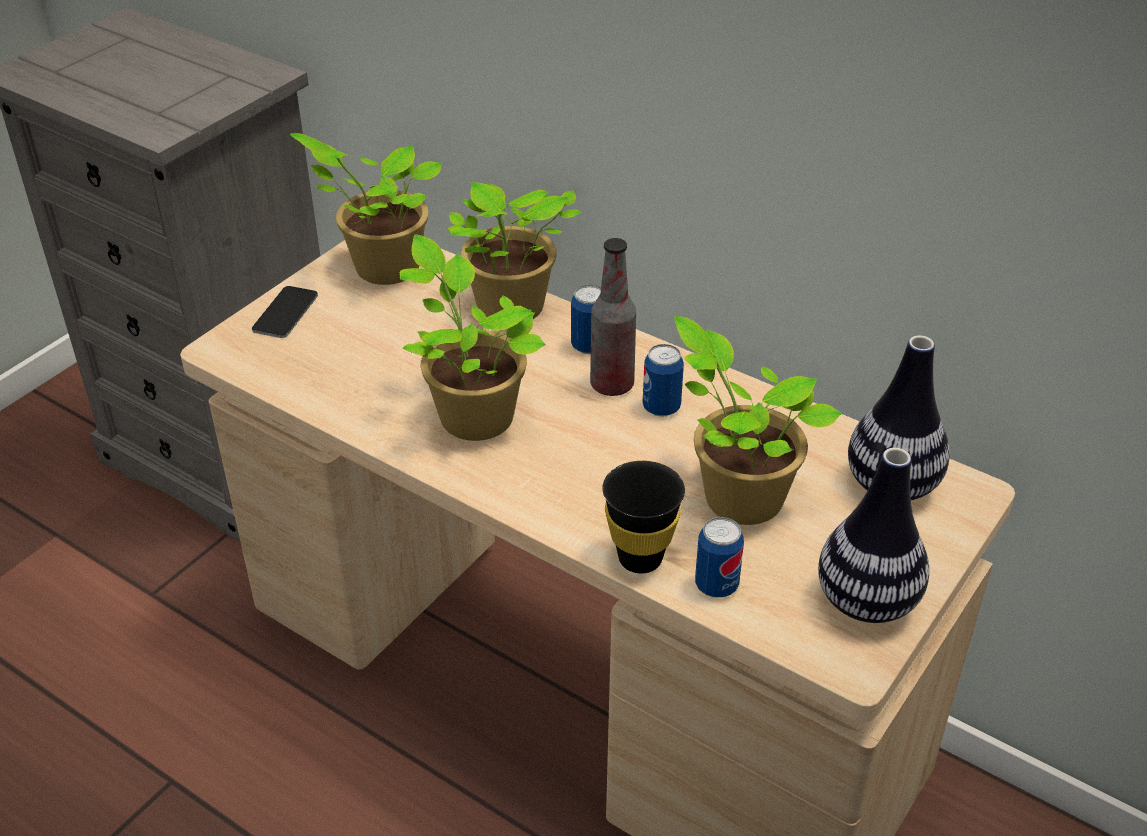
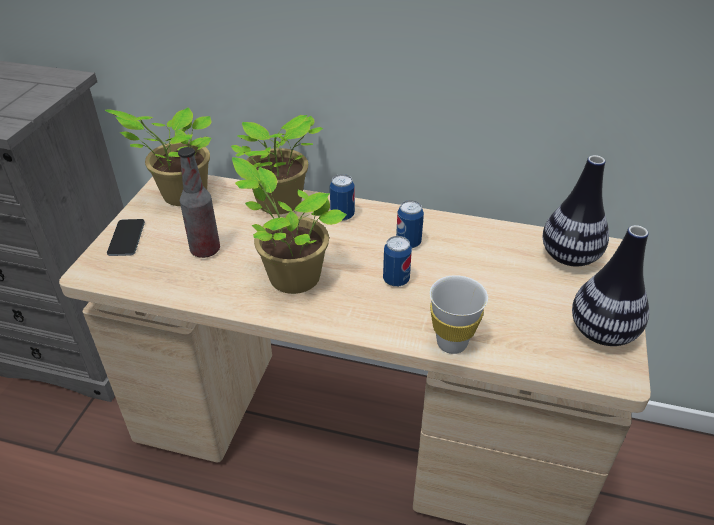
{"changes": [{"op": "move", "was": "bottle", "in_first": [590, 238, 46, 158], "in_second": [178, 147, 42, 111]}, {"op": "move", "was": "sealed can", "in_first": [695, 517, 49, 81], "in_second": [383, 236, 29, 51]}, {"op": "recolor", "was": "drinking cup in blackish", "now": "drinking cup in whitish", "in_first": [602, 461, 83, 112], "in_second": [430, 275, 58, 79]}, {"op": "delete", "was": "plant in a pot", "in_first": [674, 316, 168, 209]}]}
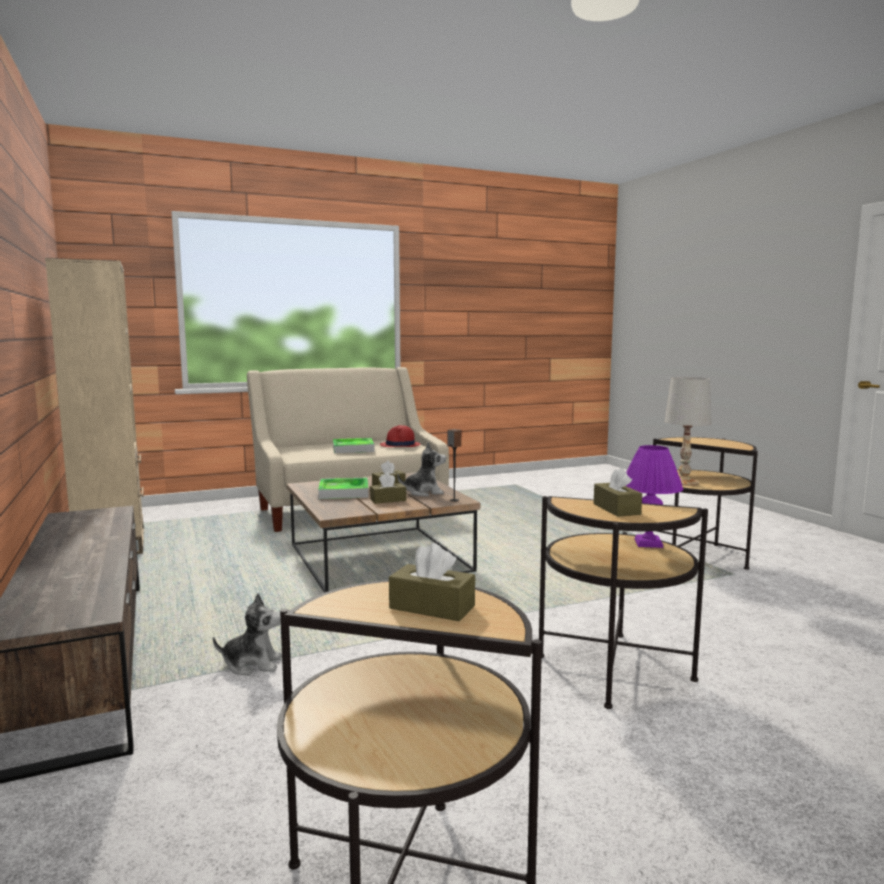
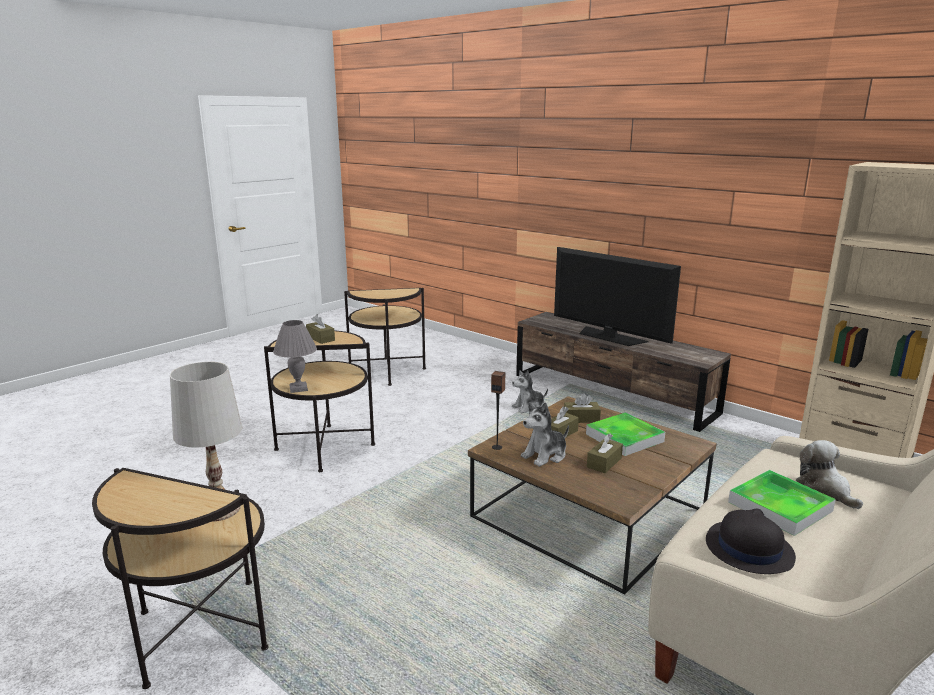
{"changes": [{"op": "recolor", "was": "table lamp in purple-coloured", "now": "table lamp in greyish", "in_first": [626, 445, 57, 103], "in_second": [273, 320, 44, 73]}, {"op": "insert", "now": "television", "in_second": [554, 247, 127, 99]}, {"op": "move", "was": "tissue box in brownish", "in_first": [389, 543, 86, 78], "in_second": [564, 393, 37, 30]}, {"op": "recolor", "was": "clothing hat in red", "now": "clothing hat in blackish", "in_first": [380, 425, 40, 22], "in_second": [706, 509, 90, 65]}, {"op": "insert", "now": "soft toy", "in_second": [796, 440, 67, 69]}]}
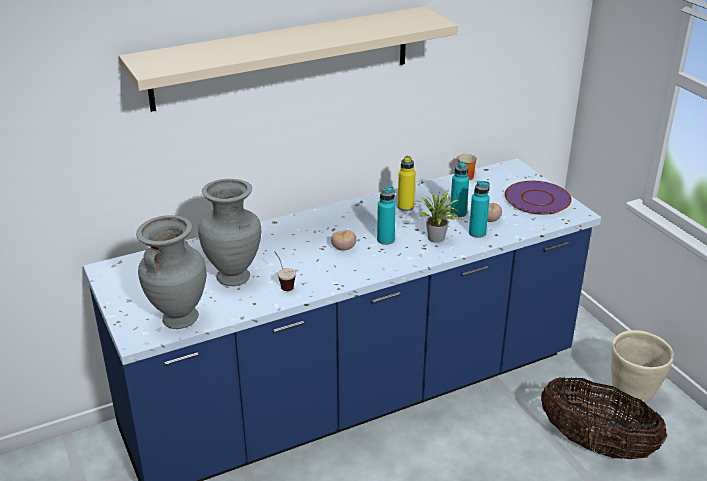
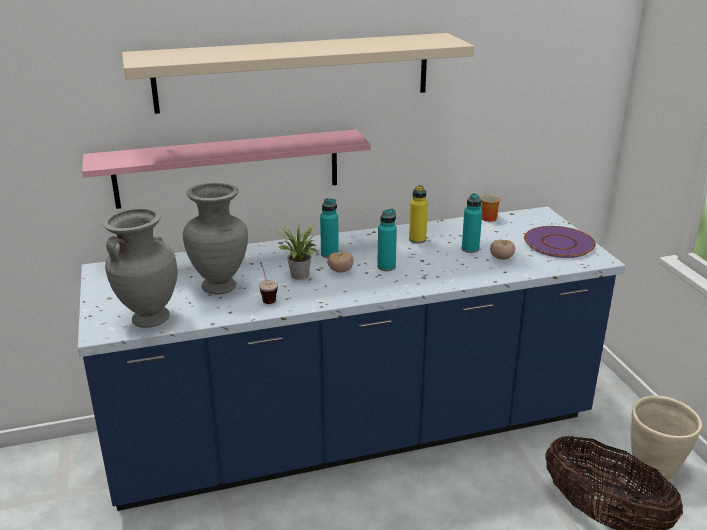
{"changes": [{"op": "insert", "now": "wall shelf in pinkish", "in_second": [82, 129, 289, 80]}, {"op": "move", "was": "plant in a pot", "in_first": [419, 190, 40, 53], "in_second": [272, 224, 46, 56]}, {"op": "move", "was": "bottle in blue-green", "in_first": [469, 181, 21, 57], "in_second": [320, 198, 19, 60]}]}
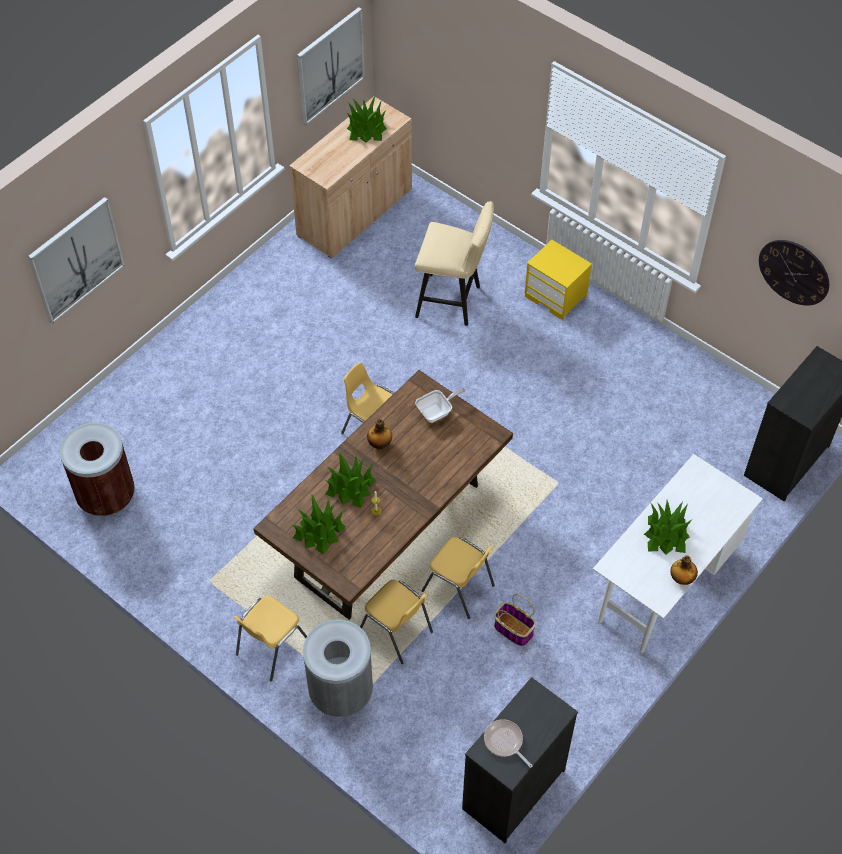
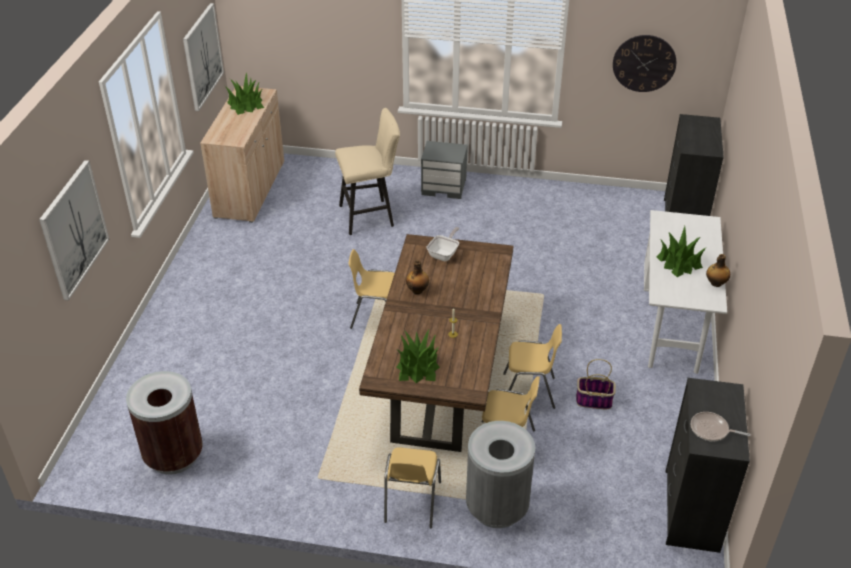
{"changes": [{"op": "recolor", "was": "bedside table in yellow-coloured", "now": "bedside table in greyish", "in_first": [525, 240, 67, 80], "in_second": [421, 141, 47, 58]}, {"op": "delete", "was": "plant in a pot", "in_first": [325, 453, 51, 55]}]}
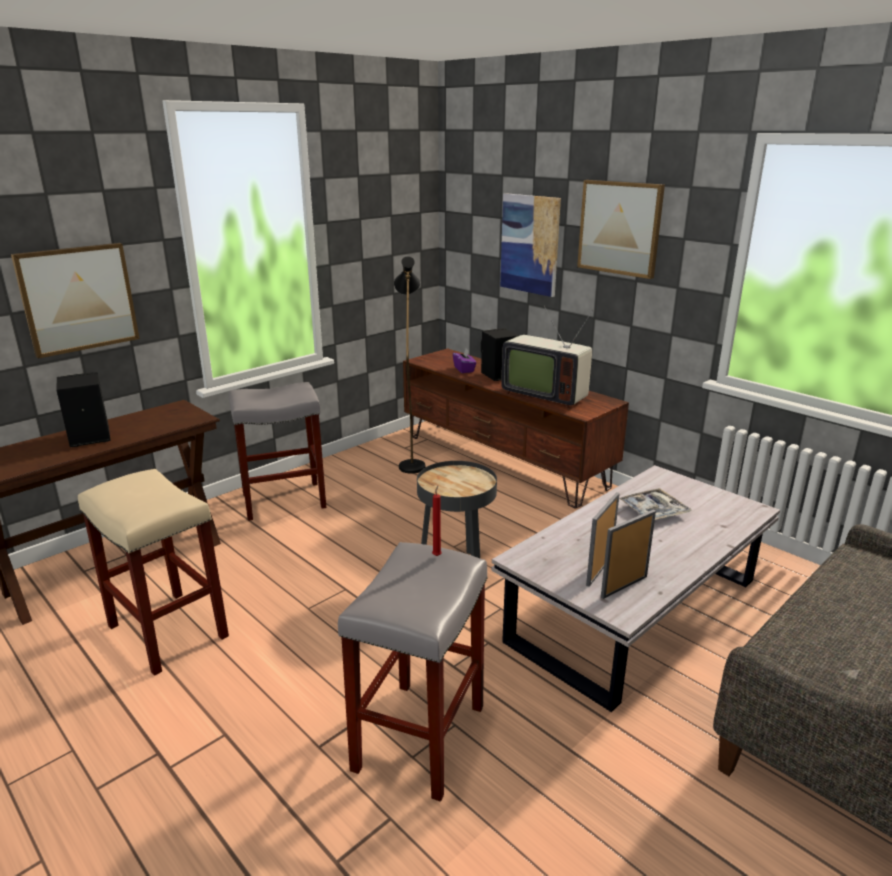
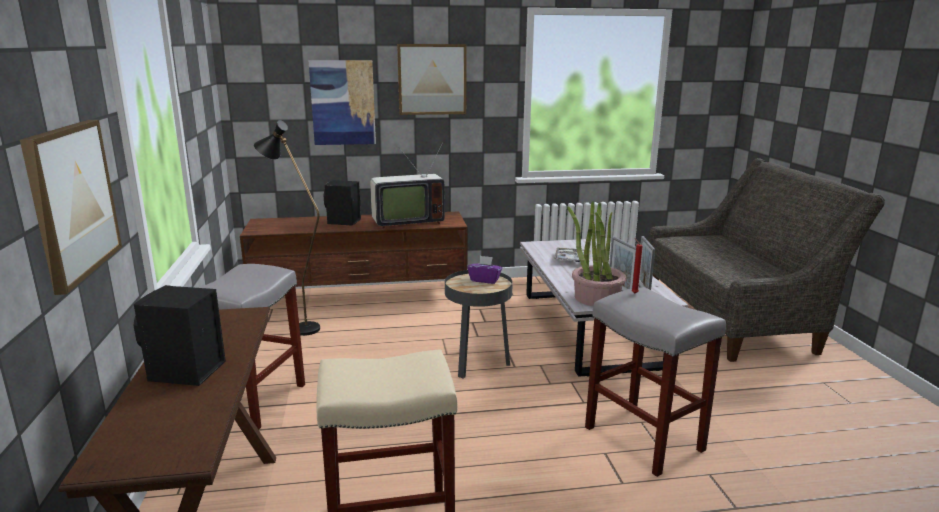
{"changes": [{"op": "move", "was": "tissue box in purple-coloured", "in_first": [453, 349, 23, 24], "in_second": [467, 256, 35, 28]}, {"op": "insert", "now": "plant in a pot", "in_second": [567, 201, 59, 105]}]}
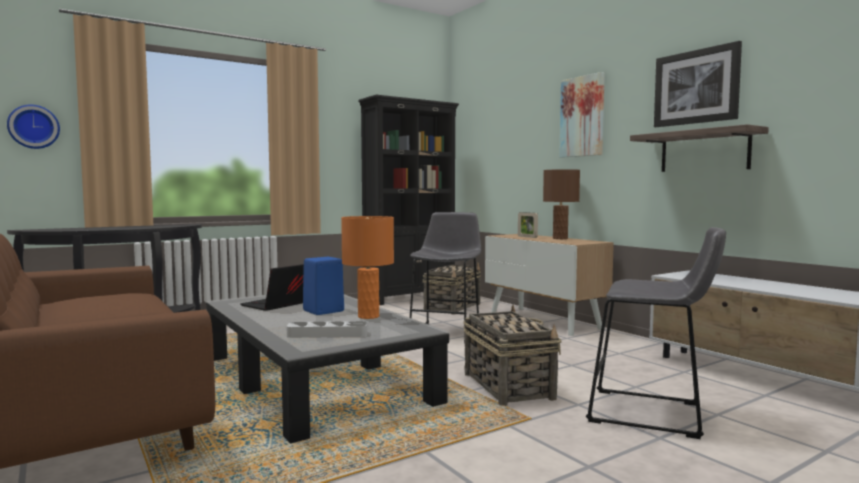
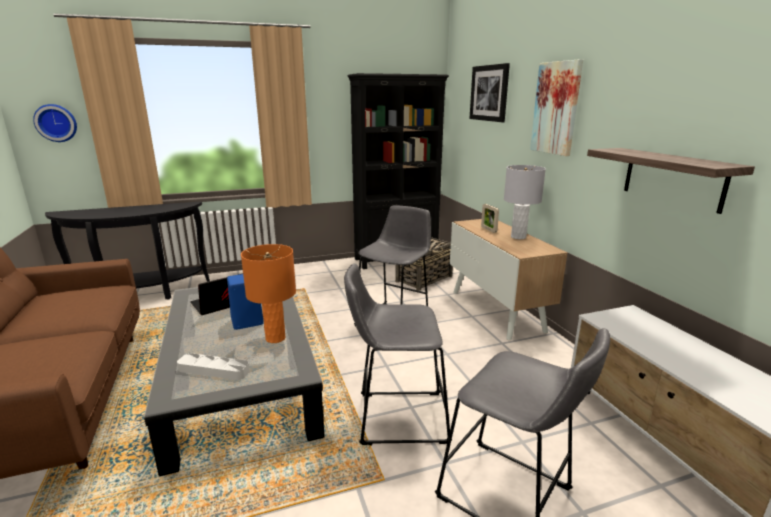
{"changes": [{"op": "replace", "was": "basket", "now": "stool seat in greyish", "in_first": [464, 305, 98, 101], "in_second": [344, 263, 108, 183]}, {"op": "move", "was": "wall art", "in_first": [654, 41, 88, 86], "in_second": [469, 63, 41, 59]}, {"op": "recolor", "was": "table lamp in brownish", "now": "table lamp in greyish", "in_first": [543, 169, 37, 70], "in_second": [504, 165, 42, 74]}]}
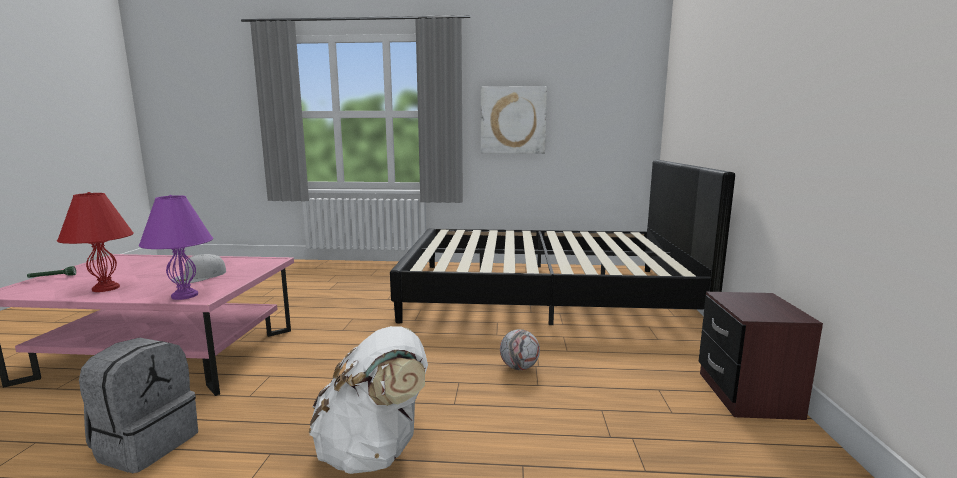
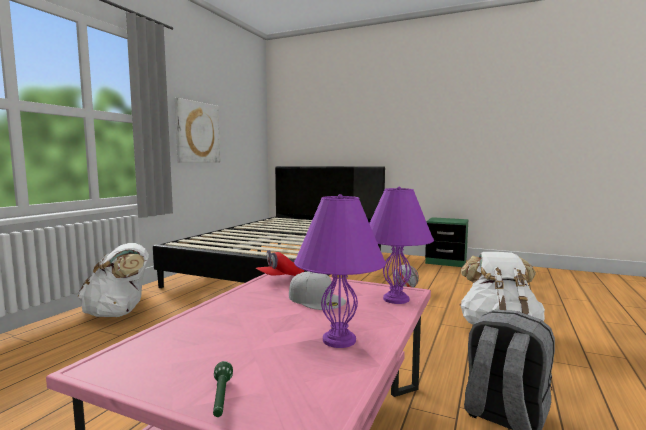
{"changes": [{"op": "insert", "now": "rucksack in whitish", "in_second": [78, 243, 71, 74]}, {"op": "insert", "now": "cap in red", "in_second": [256, 250, 48, 26]}, {"op": "recolor", "was": "table lamp in red", "now": "table lamp in purple-coloured", "in_first": [57, 192, 77, 100], "in_second": [294, 194, 92, 154]}, {"op": "recolor", "was": "bedside table in brownish", "now": "bedside table in greenish", "in_first": [698, 292, 125, 128], "in_second": [425, 217, 43, 50]}]}
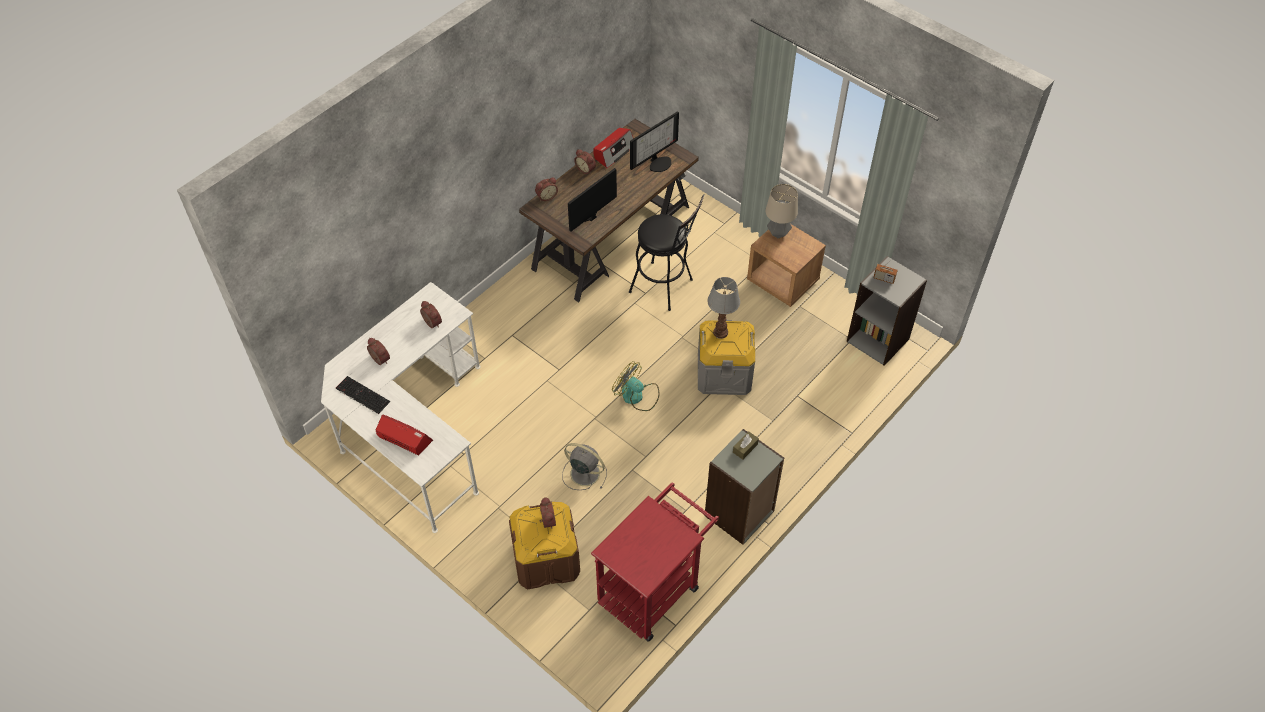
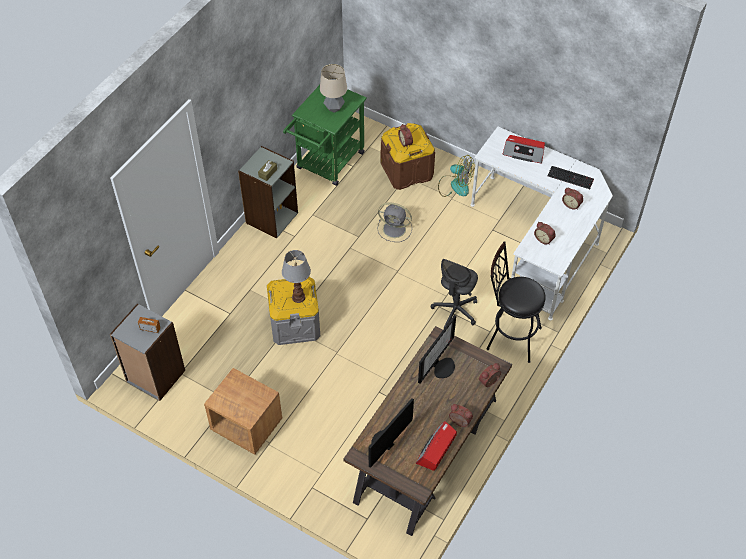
{"changes": [{"op": "recolor", "was": "wheeled cart in red", "now": "wheeled cart in greenish", "in_first": [591, 482, 128, 160], "in_second": [283, 85, 84, 101]}, {"op": "move", "was": "table lamp", "in_first": [766, 184, 32, 54], "in_second": [320, 64, 27, 49]}, {"op": "insert", "now": "desk chair in greyish", "in_second": [431, 259, 47, 69]}, {"op": "move", "was": "cooling fan", "in_first": [612, 361, 47, 50], "in_second": [438, 155, 36, 42]}, {"op": "move", "was": "stool seat in blackish", "in_first": [629, 194, 75, 117], "in_second": [486, 241, 60, 122]}]}
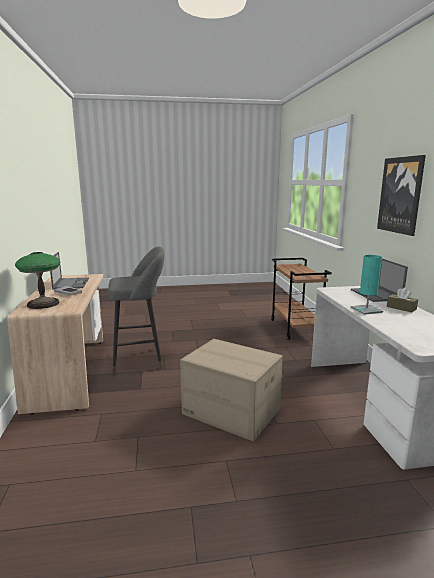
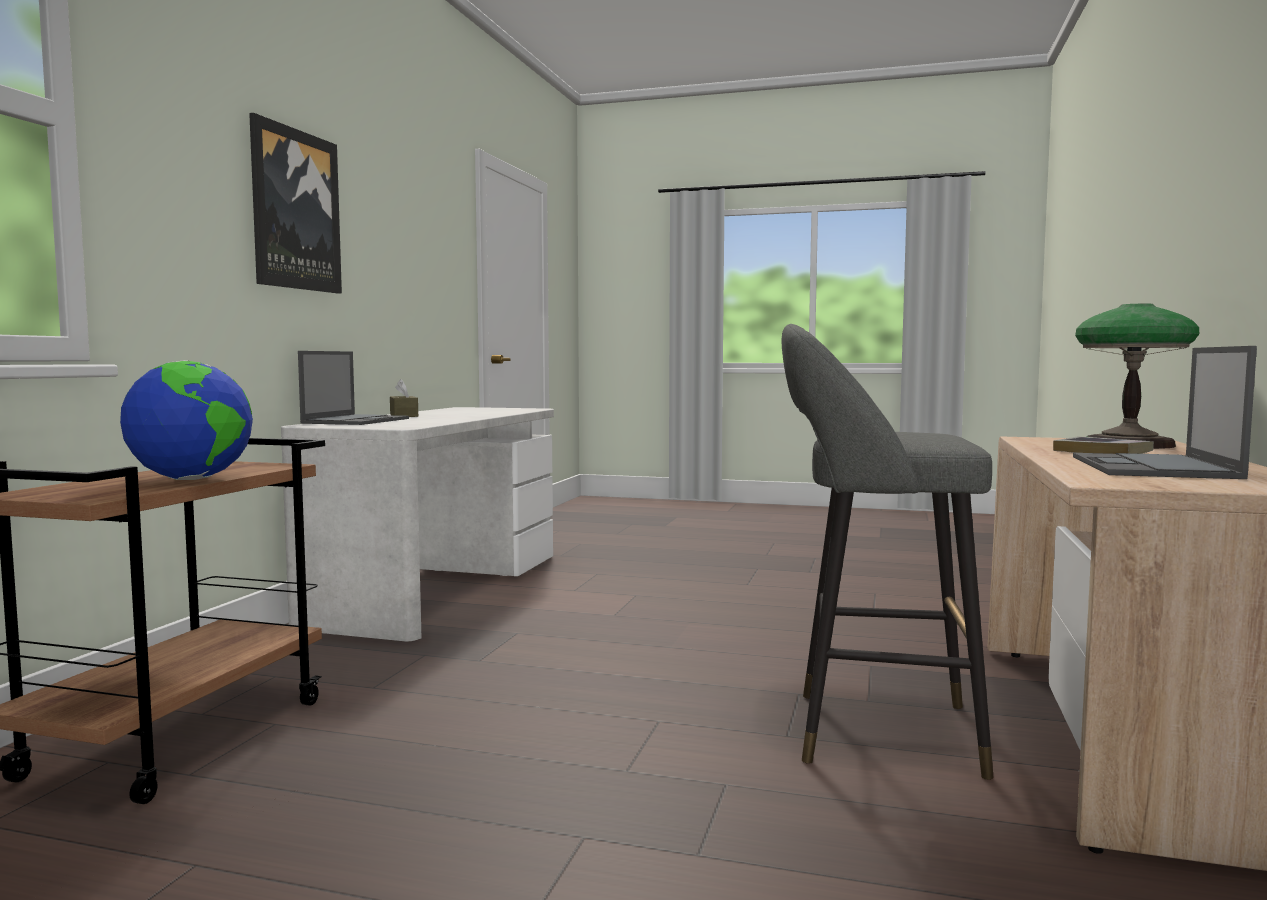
{"changes": [{"op": "insert", "now": "world globe", "in_second": [120, 360, 133, 120]}, {"op": "delete", "was": "cardboard box", "in_first": [180, 339, 103, 103]}, {"op": "delete", "was": "table lamp in blue-green", "in_first": [351, 255, 32, 60]}]}
